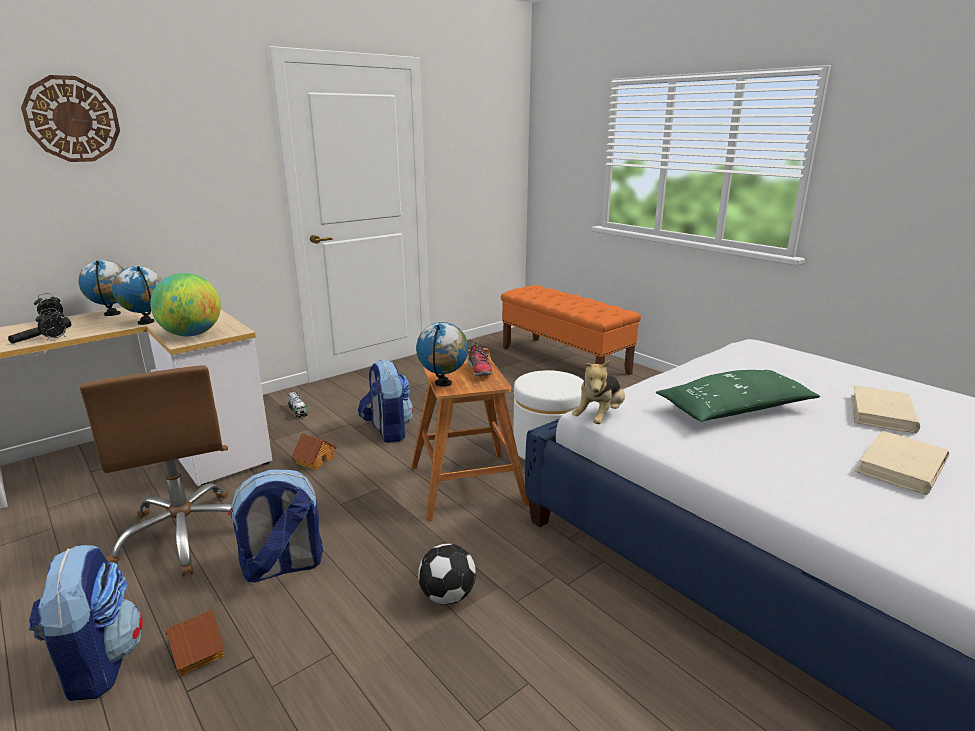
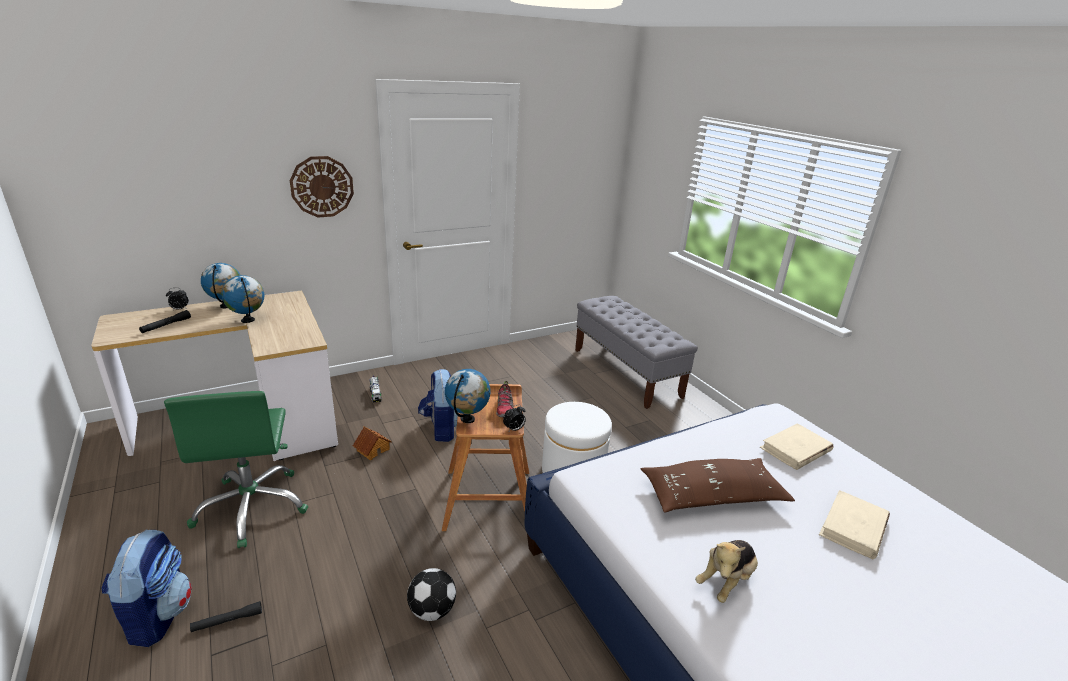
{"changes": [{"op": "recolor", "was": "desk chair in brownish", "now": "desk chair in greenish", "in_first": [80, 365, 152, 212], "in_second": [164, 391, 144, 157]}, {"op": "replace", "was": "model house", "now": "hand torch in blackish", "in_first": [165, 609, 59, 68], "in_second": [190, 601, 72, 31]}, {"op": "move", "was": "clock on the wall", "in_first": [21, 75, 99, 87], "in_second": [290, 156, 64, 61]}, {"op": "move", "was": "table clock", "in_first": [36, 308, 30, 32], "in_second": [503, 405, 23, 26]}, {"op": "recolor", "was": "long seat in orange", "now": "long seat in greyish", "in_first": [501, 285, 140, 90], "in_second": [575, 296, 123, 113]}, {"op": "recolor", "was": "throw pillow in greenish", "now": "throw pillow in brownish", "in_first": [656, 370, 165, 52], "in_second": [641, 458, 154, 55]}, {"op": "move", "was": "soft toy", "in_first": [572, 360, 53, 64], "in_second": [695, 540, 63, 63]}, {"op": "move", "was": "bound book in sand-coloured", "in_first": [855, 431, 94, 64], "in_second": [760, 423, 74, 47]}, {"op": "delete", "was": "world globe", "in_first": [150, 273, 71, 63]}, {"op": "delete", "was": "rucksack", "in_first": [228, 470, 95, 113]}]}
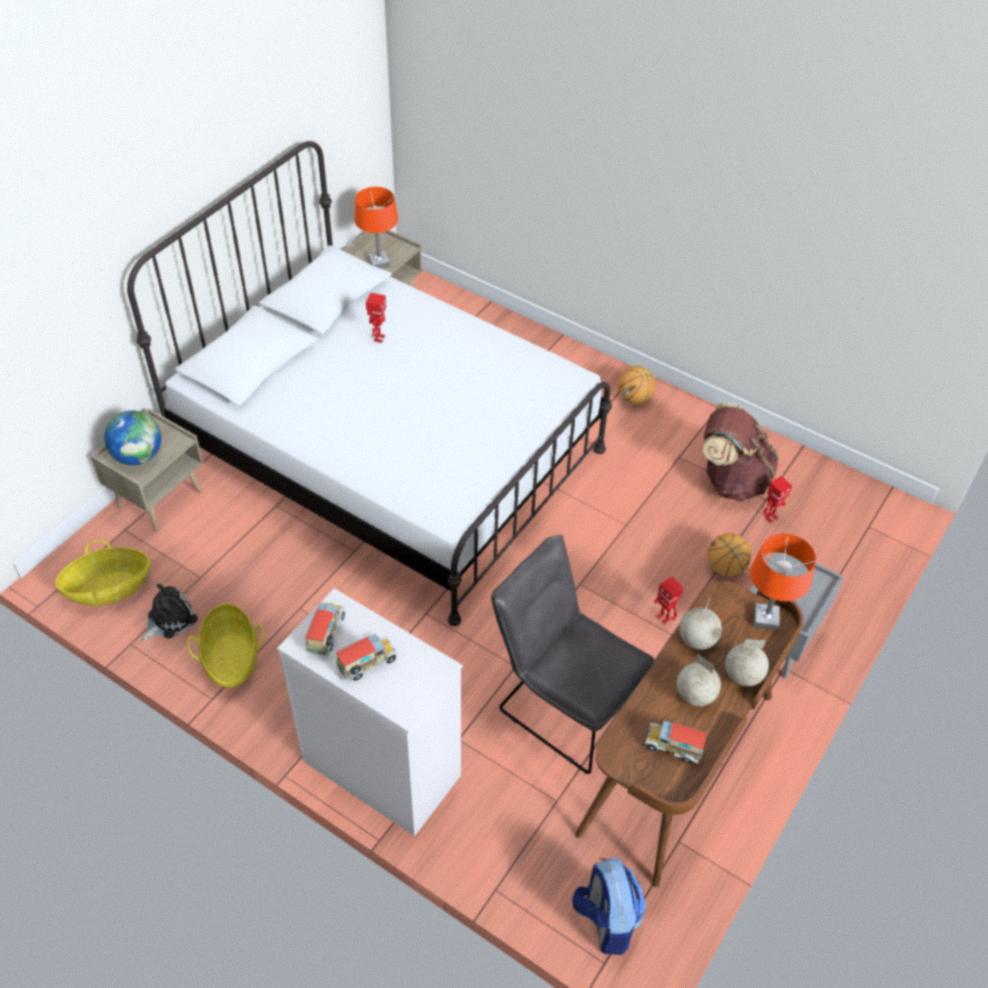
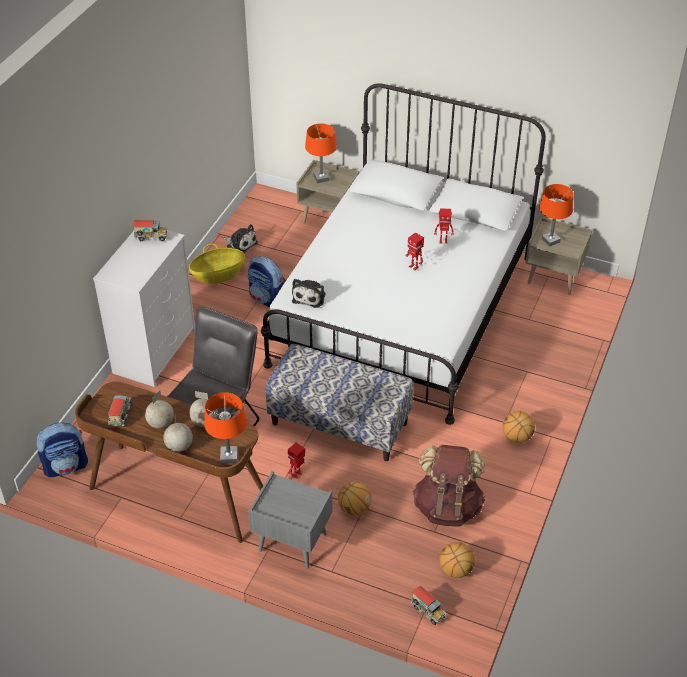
{"changes": [{"op": "insert", "now": "rucksack", "in_second": [248, 256, 38, 51]}, {"op": "insert", "now": "long seat", "in_second": [265, 344, 149, 117]}, {"op": "insert", "now": "soft toy", "in_second": [292, 279, 34, 29]}, {"op": "replace", "was": "world globe", "now": "table lamp in orange", "in_first": [104, 411, 57, 54], "in_second": [305, 124, 32, 59]}, {"op": "move", "was": "toy robot", "in_first": [763, 476, 29, 47], "in_second": [406, 233, 18, 37]}, {"op": "move", "was": "toy truck", "in_first": [336, 634, 62, 48], "in_second": [410, 586, 37, 39]}, {"op": "insert", "now": "ball for basketball", "in_second": [439, 542, 36, 36]}, {"op": "delete", "was": "basket", "in_first": [55, 540, 96, 66]}]}
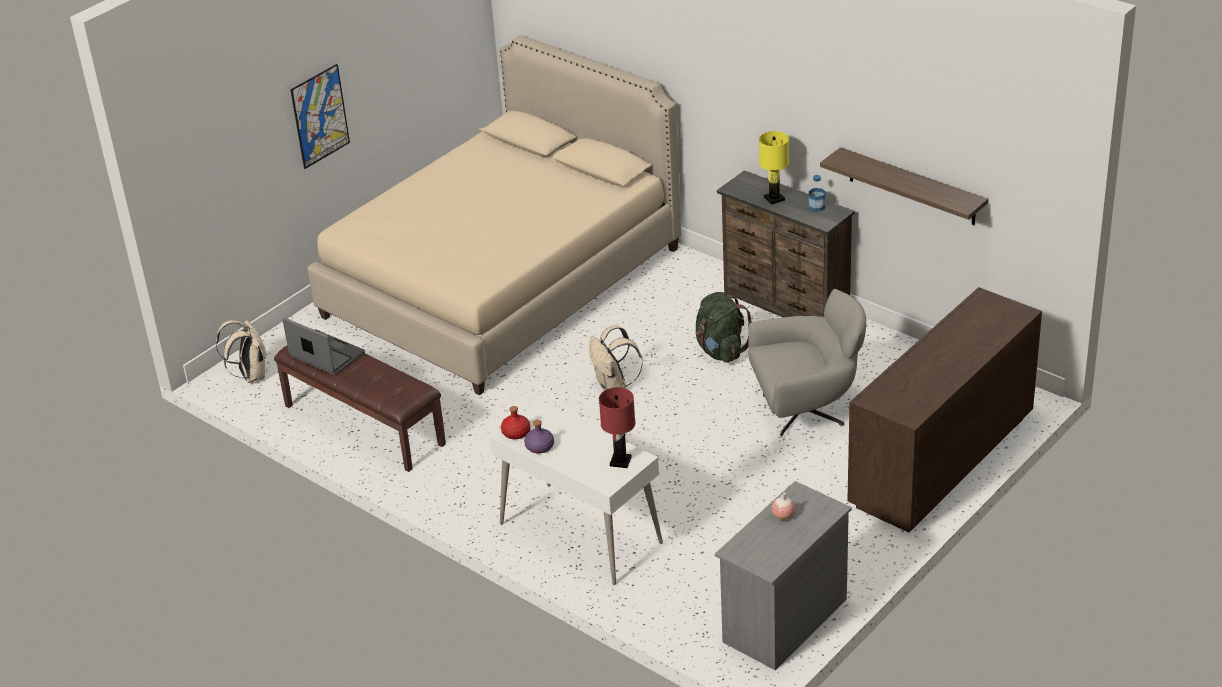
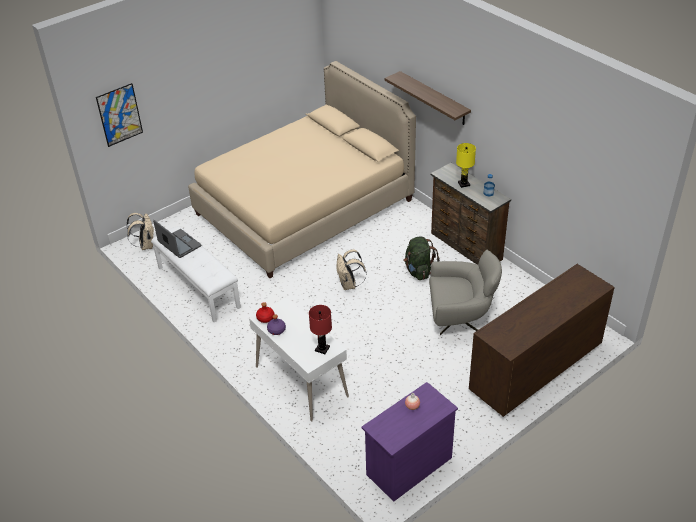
{"changes": [{"op": "move", "was": "wall art", "in_first": [290, 64, 60, 105], "in_second": [96, 83, 47, 64]}, {"op": "recolor", "was": "long seat in brownish", "now": "long seat in whitish", "in_first": [274, 330, 172, 142], "in_second": [151, 226, 90, 96]}, {"op": "recolor", "was": "drawer chest in greyish", "now": "drawer chest in purple-coloured", "in_first": [715, 481, 137, 189], "in_second": [361, 382, 97, 120]}, {"op": "move", "was": "wall shelf", "in_first": [820, 147, 168, 78], "in_second": [385, 71, 86, 54]}]}
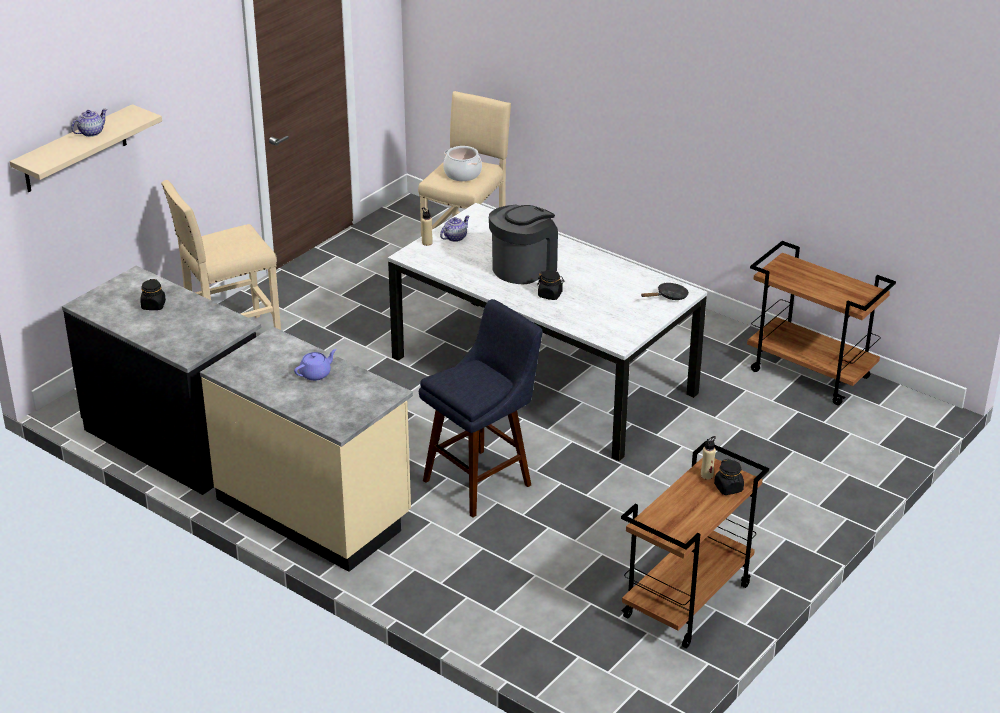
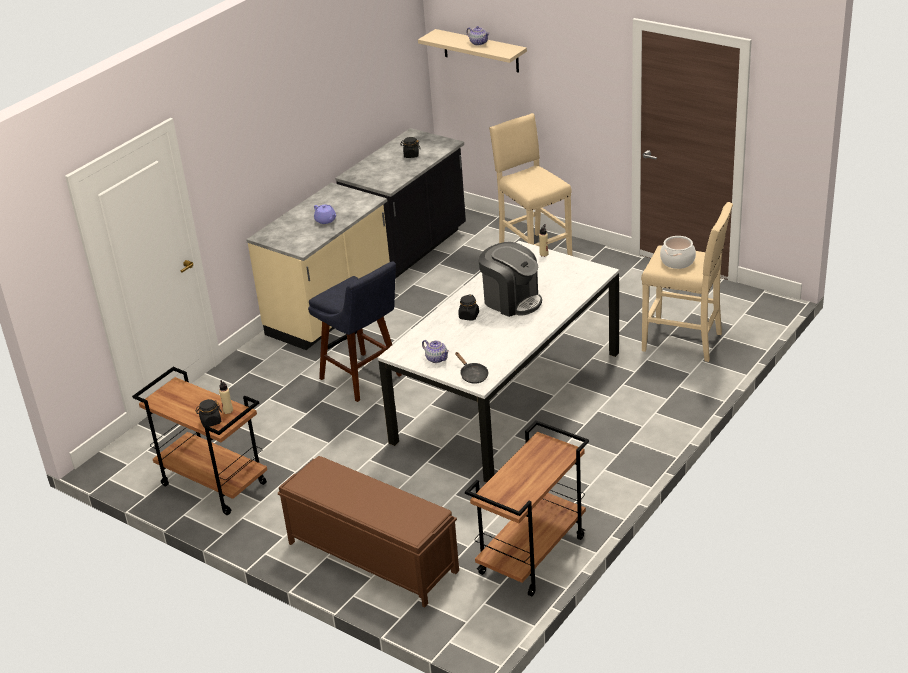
{"changes": [{"op": "insert", "now": "long seat in brownish", "in_second": [278, 456, 181, 152]}, {"op": "move", "was": "tea pot", "in_first": [440, 215, 30, 27], "in_second": [422, 340, 27, 23]}]}
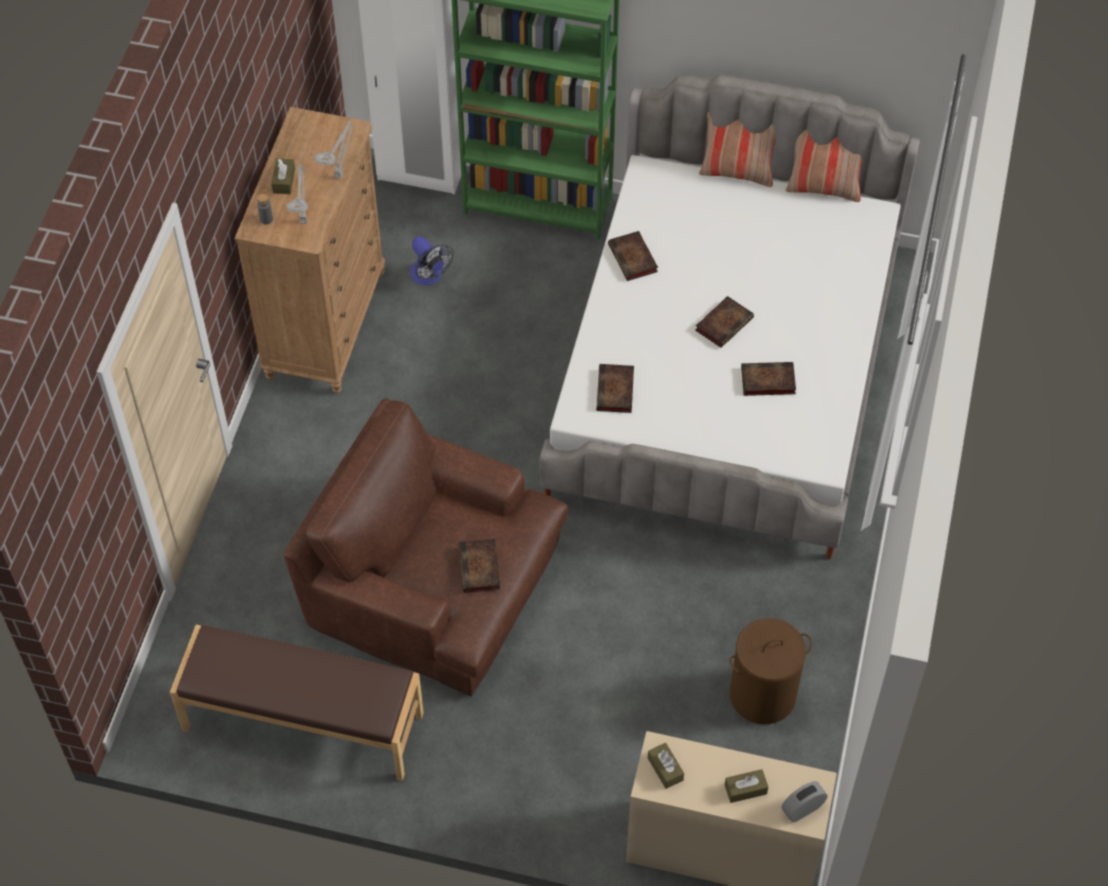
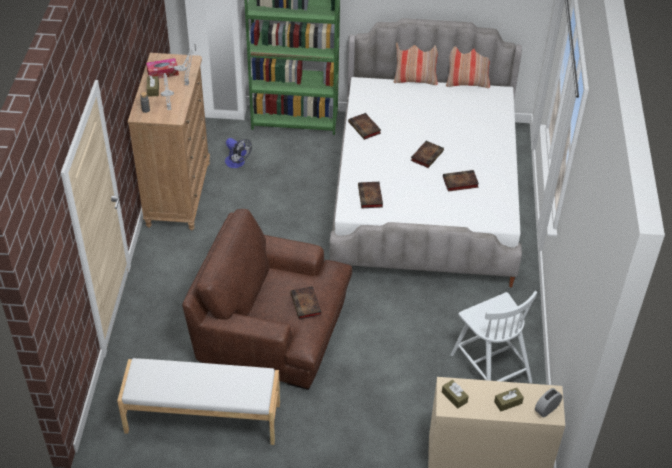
{"changes": [{"op": "recolor", "was": "long seat in brownish", "now": "long seat in whitish", "in_first": [170, 625, 254, 156], "in_second": [117, 358, 163, 87]}, {"op": "insert", "now": "tissue box", "in_second": [146, 58, 33, 21]}, {"op": "replace", "was": "hamper in brownish", "now": "chair in whitish", "in_first": [730, 618, 82, 106], "in_second": [451, 291, 86, 92]}]}
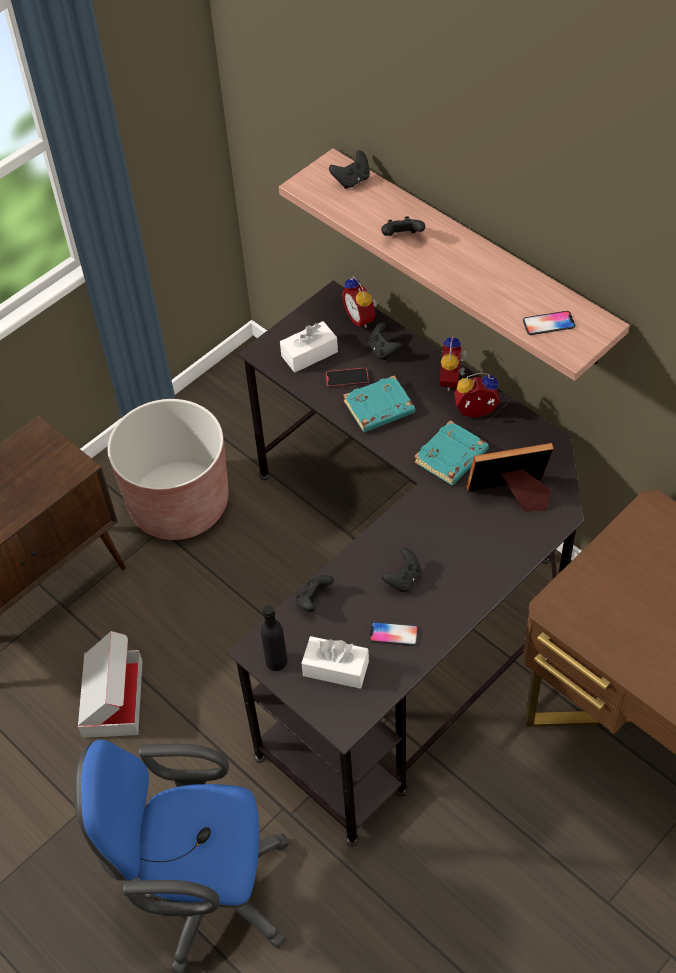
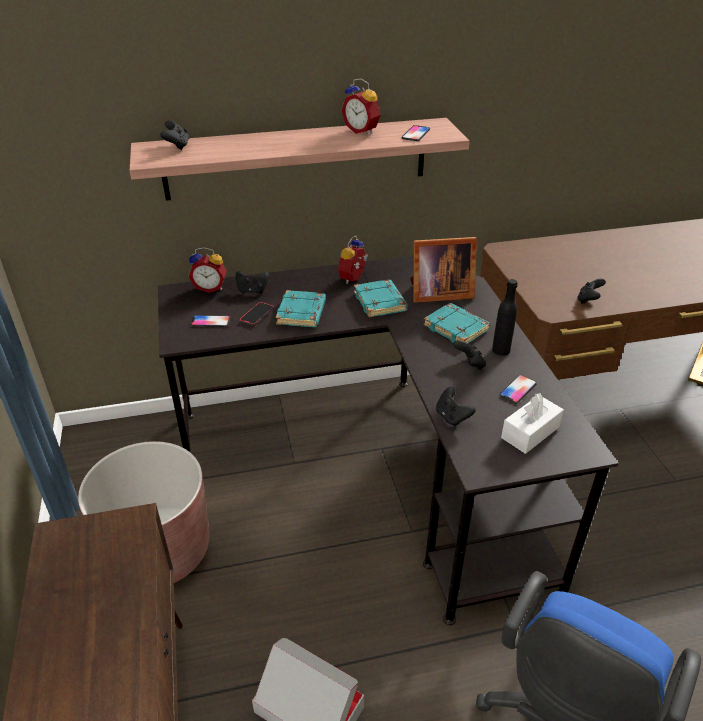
{"changes": [{"op": "replace", "was": "tissue box in whitish", "now": "telephone", "in_first": [280, 321, 58, 51], "in_second": [190, 315, 40, 12]}, {"op": "move", "was": "table clock", "in_first": [440, 336, 28, 55], "in_second": [342, 78, 39, 57]}, {"op": "rotate", "was": "standing frame", "in_first": [467, 443, 86, 69], "in_second": [410, 237, 67, 66], "clockwise": -120}, {"op": "insert", "now": "bound book in blue-green", "in_second": [423, 303, 67, 41]}, {"op": "move", "was": "bottle in blackish", "in_first": [261, 605, 26, 66], "in_second": [492, 279, 26, 77]}, {"op": "move", "was": "joypad in blackish", "in_first": [381, 216, 44, 20], "in_second": [577, 279, 29, 25]}]}
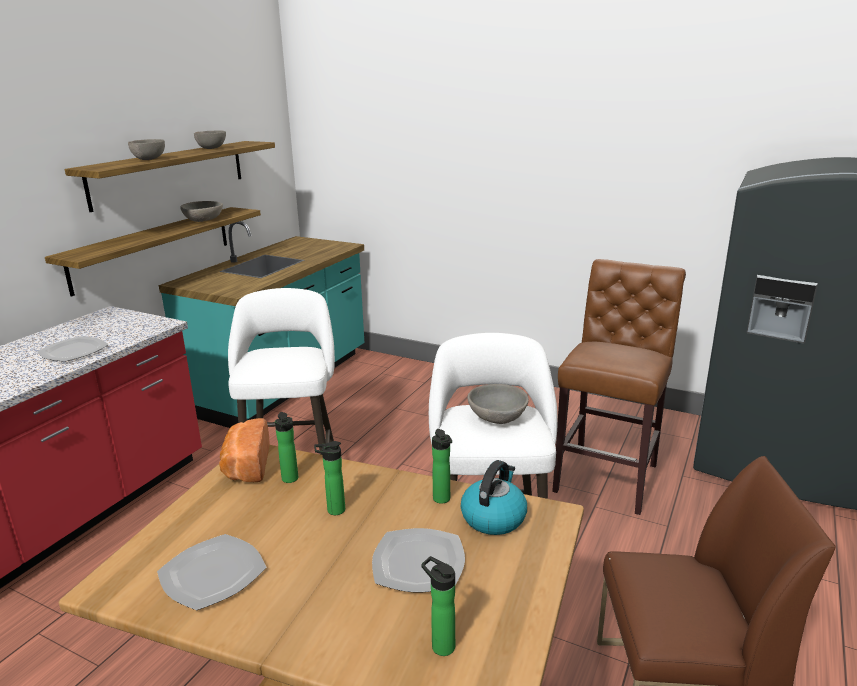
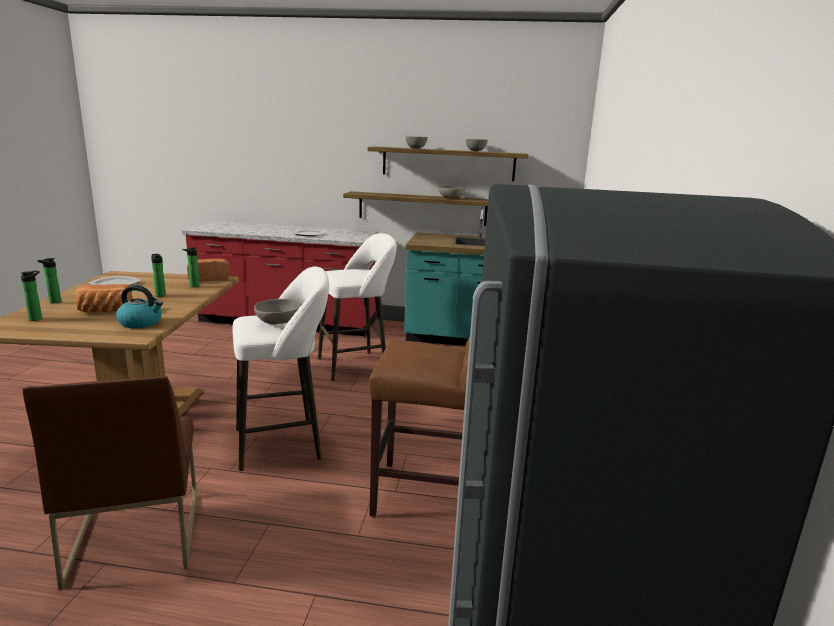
{"changes": [{"op": "move", "was": "bottle", "in_first": [432, 429, 20, 75], "in_second": [37, 258, 24, 45]}, {"op": "replace", "was": "plate", "now": "baked bread", "in_first": [372, 528, 93, 64], "in_second": [75, 284, 58, 29]}]}
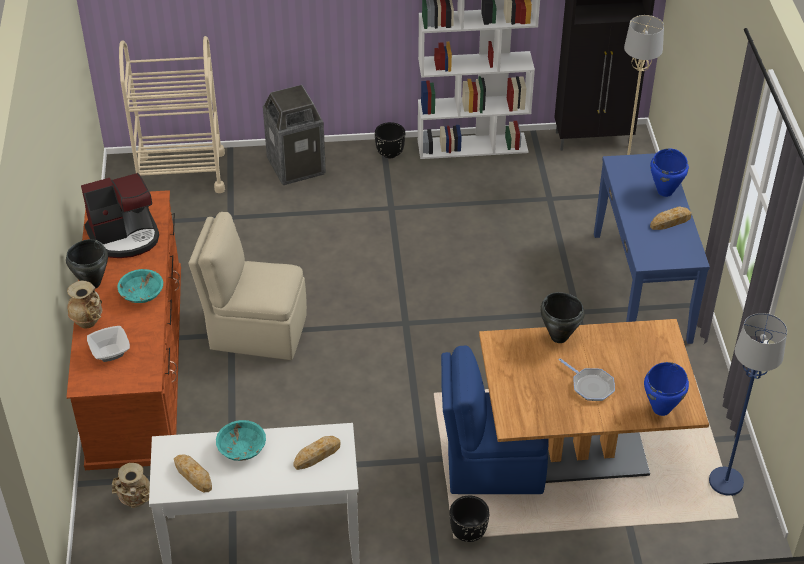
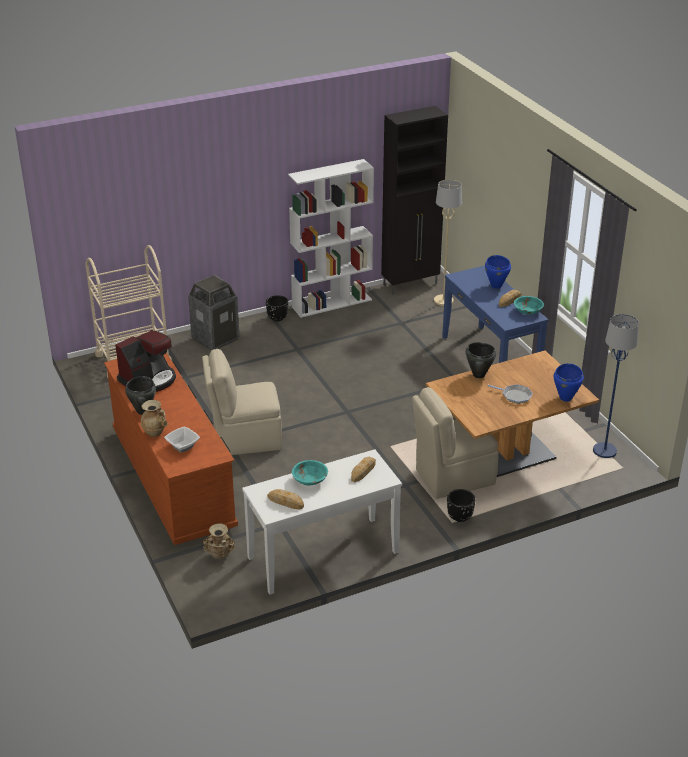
{"changes": [{"op": "recolor", "was": "chair in blue", "now": "chair in sand-coloured", "in_first": [441, 345, 108, 149], "in_second": [412, 387, 87, 112]}, {"op": "move", "was": "serving bowl in blue-green", "in_first": [117, 269, 46, 34], "in_second": [514, 296, 30, 19]}]}
